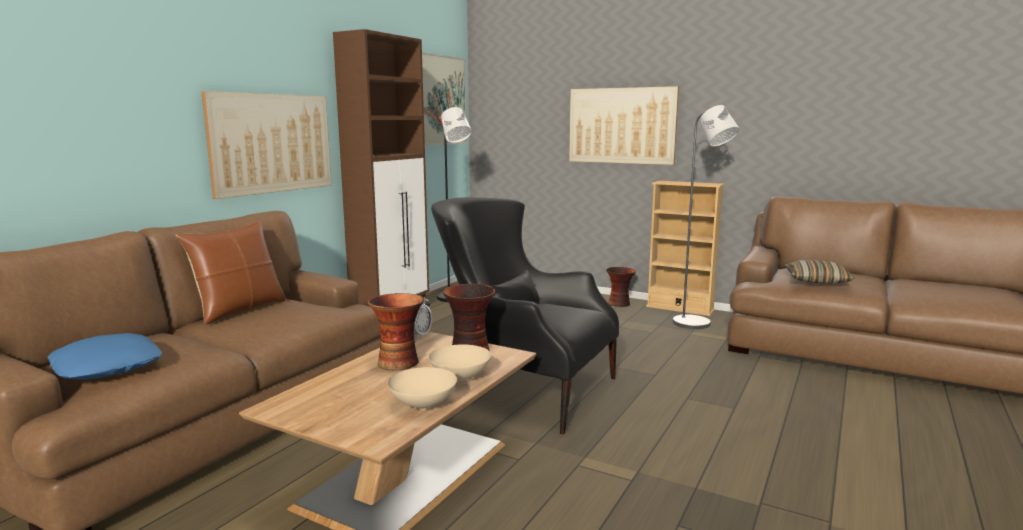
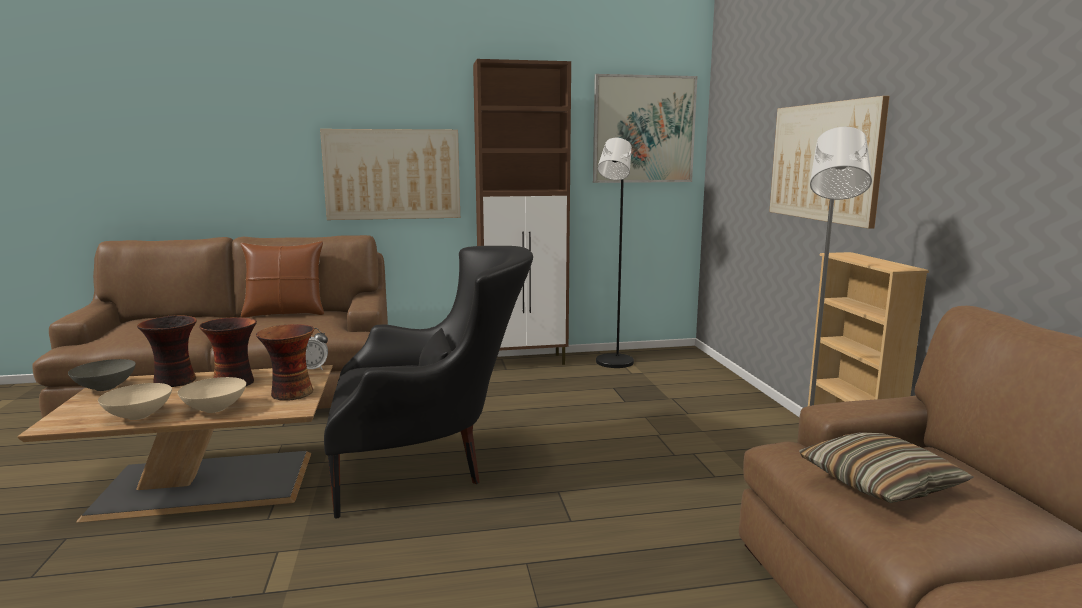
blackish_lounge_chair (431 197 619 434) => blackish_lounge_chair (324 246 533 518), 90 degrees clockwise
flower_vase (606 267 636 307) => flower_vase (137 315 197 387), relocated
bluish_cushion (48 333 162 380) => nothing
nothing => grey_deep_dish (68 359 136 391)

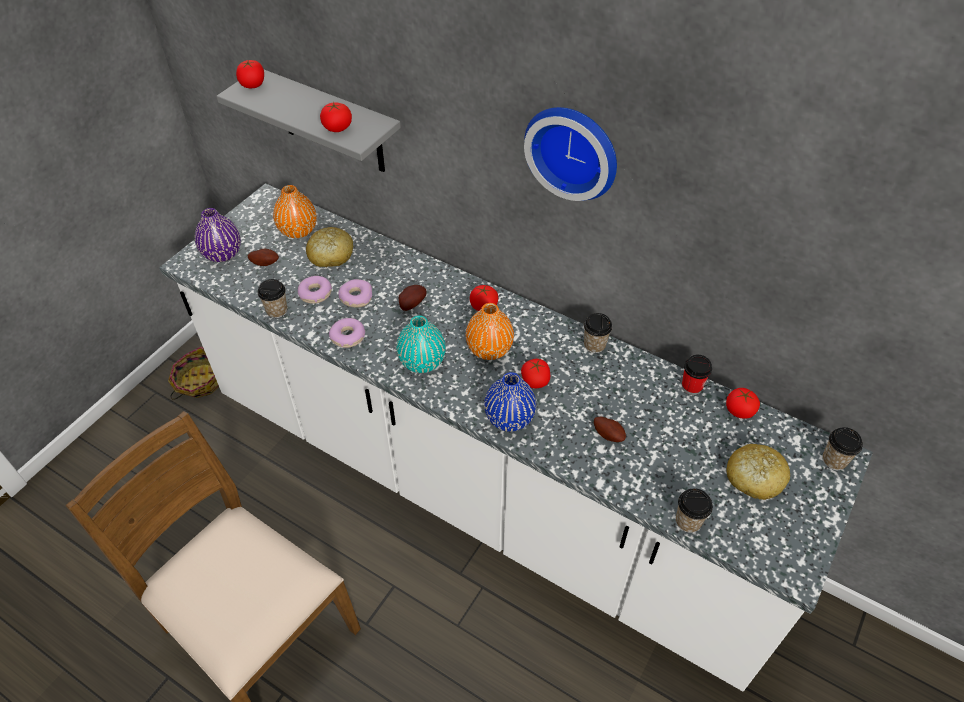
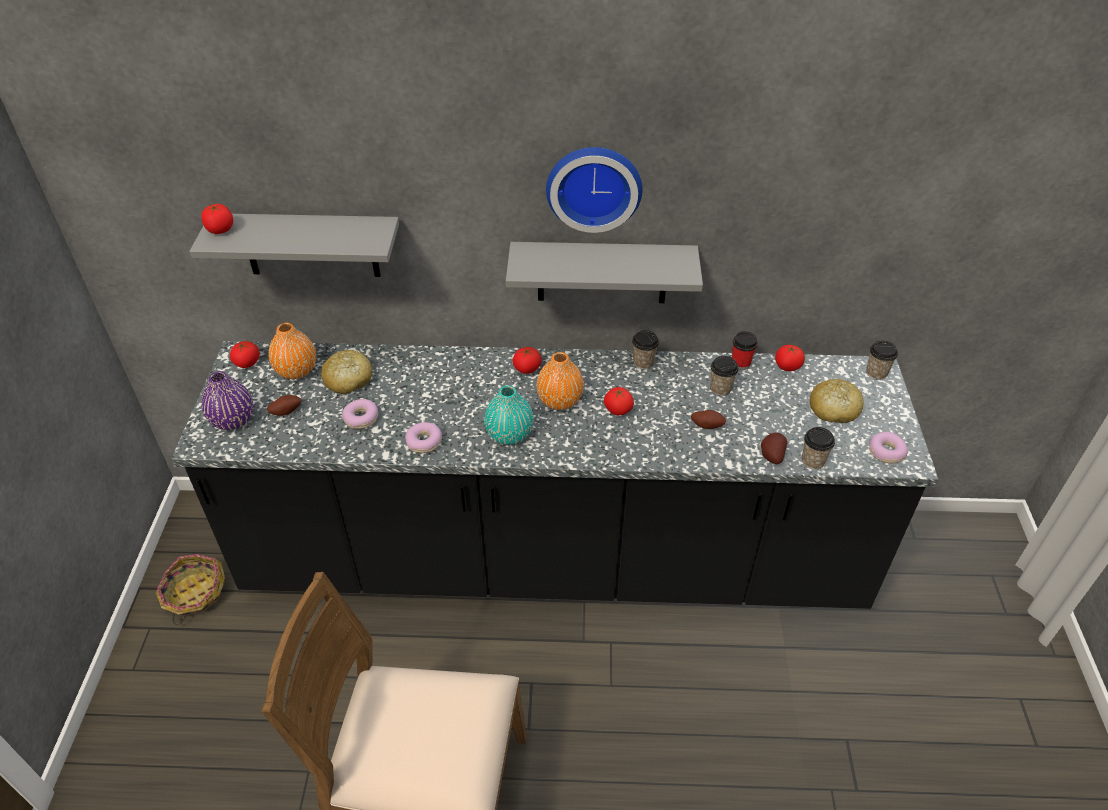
fresh_tomato (320 102 352 132) => fresh_tomato (230 341 260 368), relocated
white-coloured_counter (159 183 873 691) => blackish_counter (171 341 939 609)
cup (258 279 288 318) => cup (710 356 739 396), relocated
doughnut (338 279 372 307) => doughnut (869 432 908 463), relocated
whole_potato (399 285 427 311) => whole_potato (761 433 787 464), relocated
bluish_flower_vase (484 372 536 432) => nothing
nothing => grey_shelf (506 242 703 303)

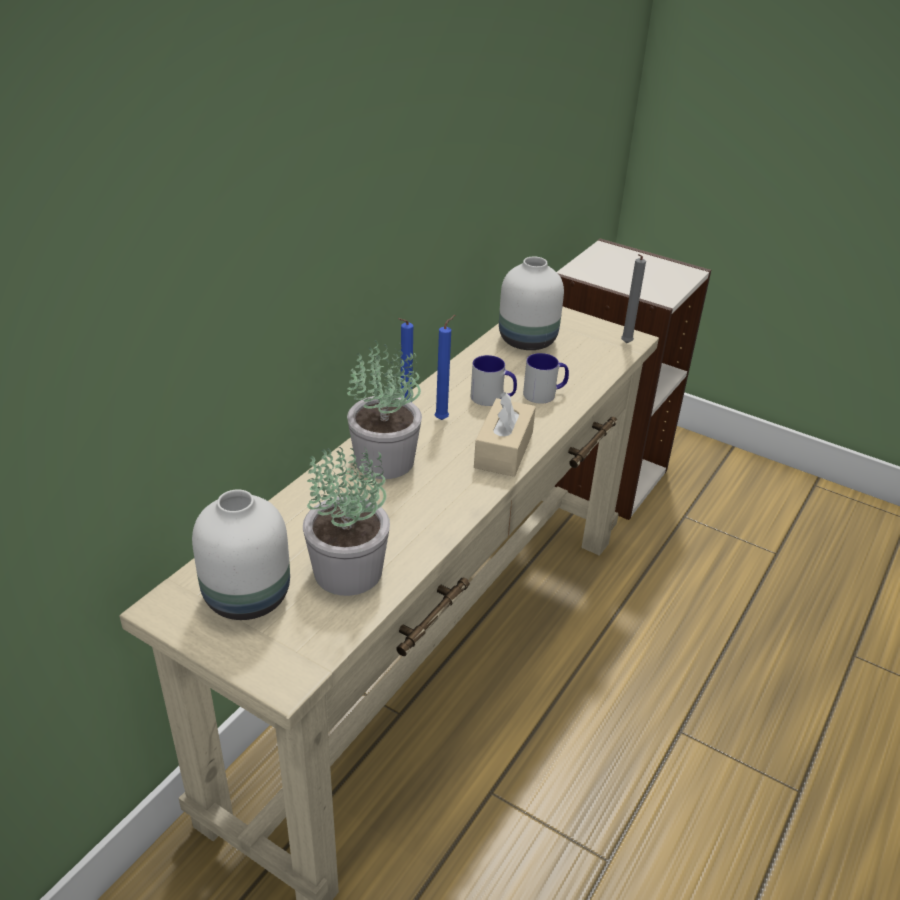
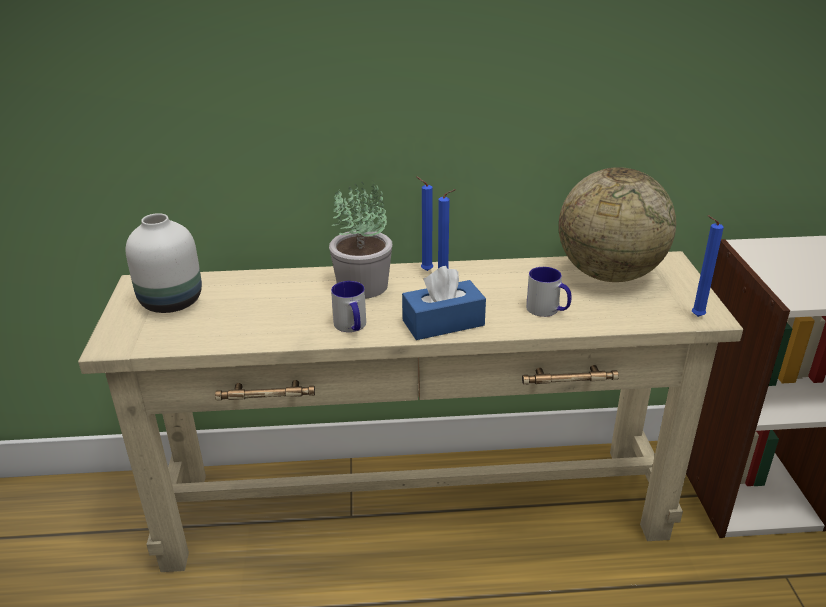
grey_wax_candle (621 254 646 343) => bluish_wax_candle (692 215 724 317)
white-coloured_flower_vase (499 257 564 350) => desk_globe (559 167 676 282)
tea_mug (471 355 517 406) => tea_mug (331 281 366 332), relocated
beige-coloured_tissue_holder (474 392 536 477) => bluish_tissue_holder (402 266 486 340)
potted_plant (303 446 390 596) => nothing

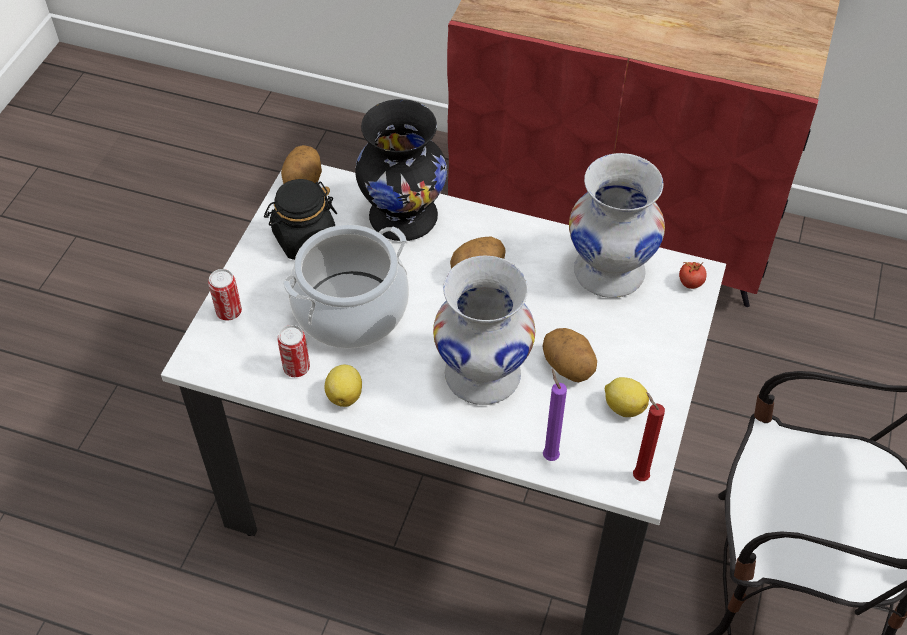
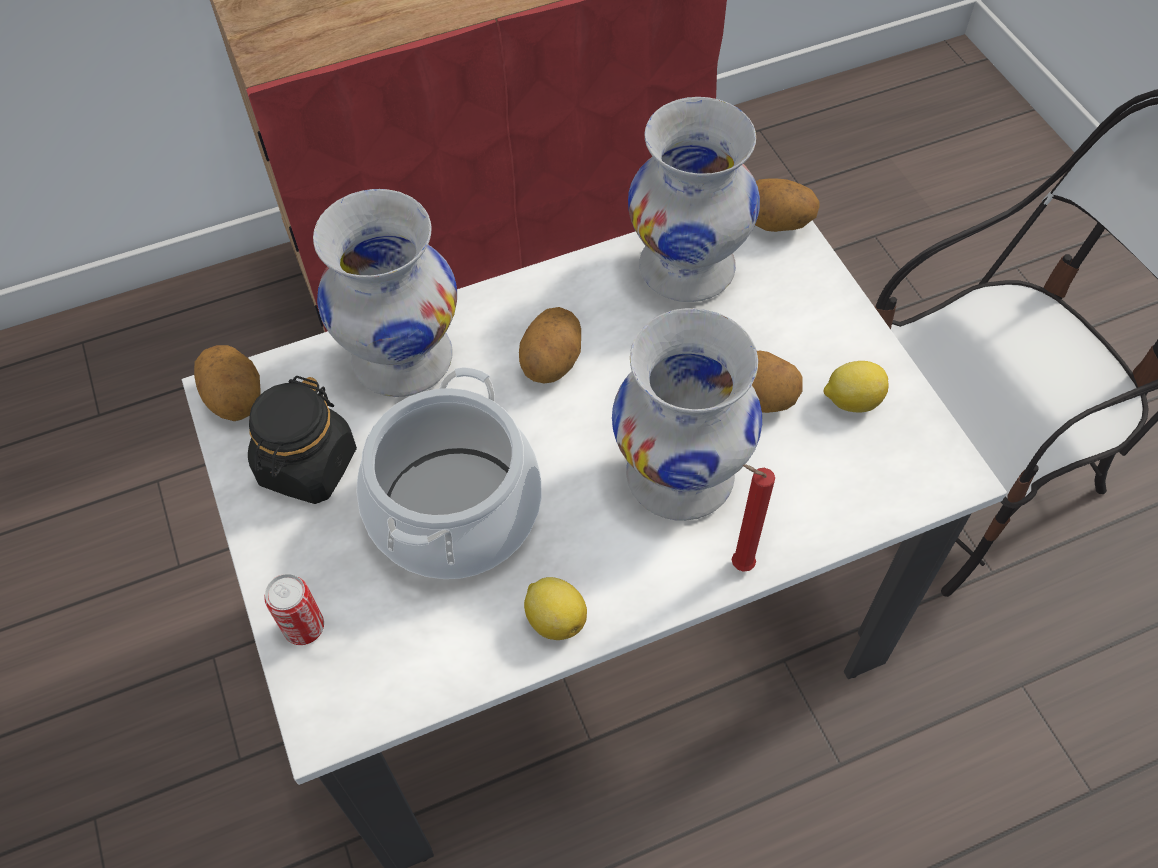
blackish_flower_vase (355 99 447 241) => white-coloured_flower_vase (313 189 457 397)
fresh_tomato (679 262 706 289) => whole_potato (755 179 820 232)
sealed_can (277 325 310 377) => nothing
purple-coloured_wax_candle (543 369 567 461) => nothing
reddish_wax_candle (633 392 665 481) => reddish_wax_candle (732 465 775 572), relocated

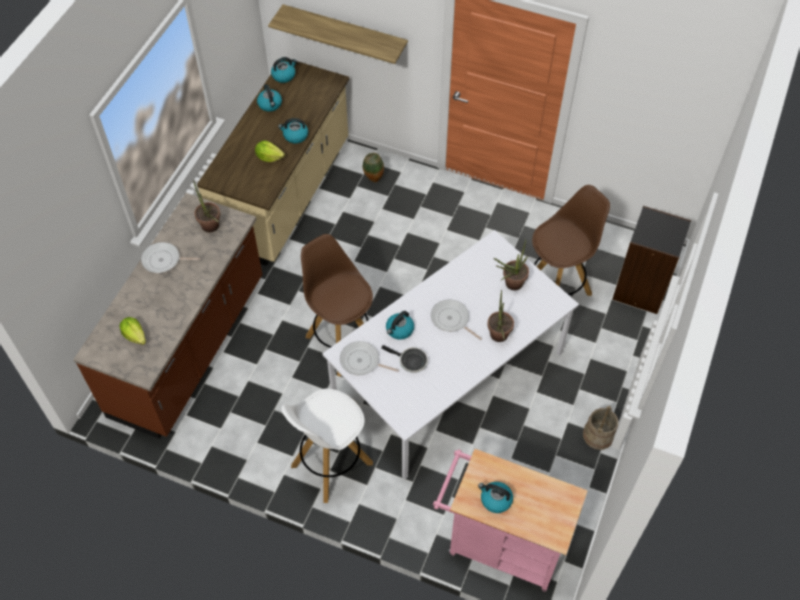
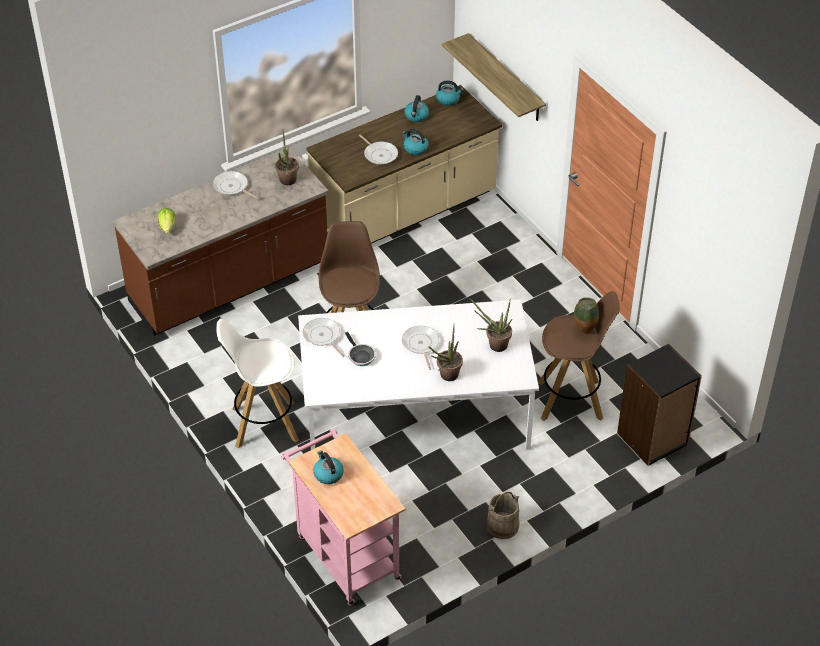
head_of_lettuce (255 140 285 162) => skillet (359 135 398 165)
flower_vase (363 153 384 182) => flower_vase (574 297 599 334), relocated
tea_kettle (386 311 414 340) => nothing

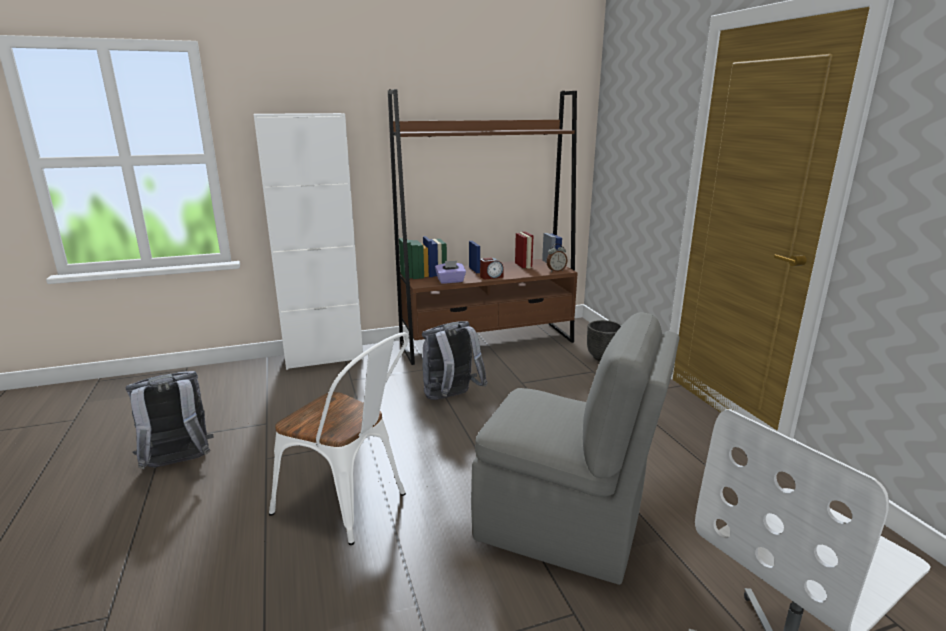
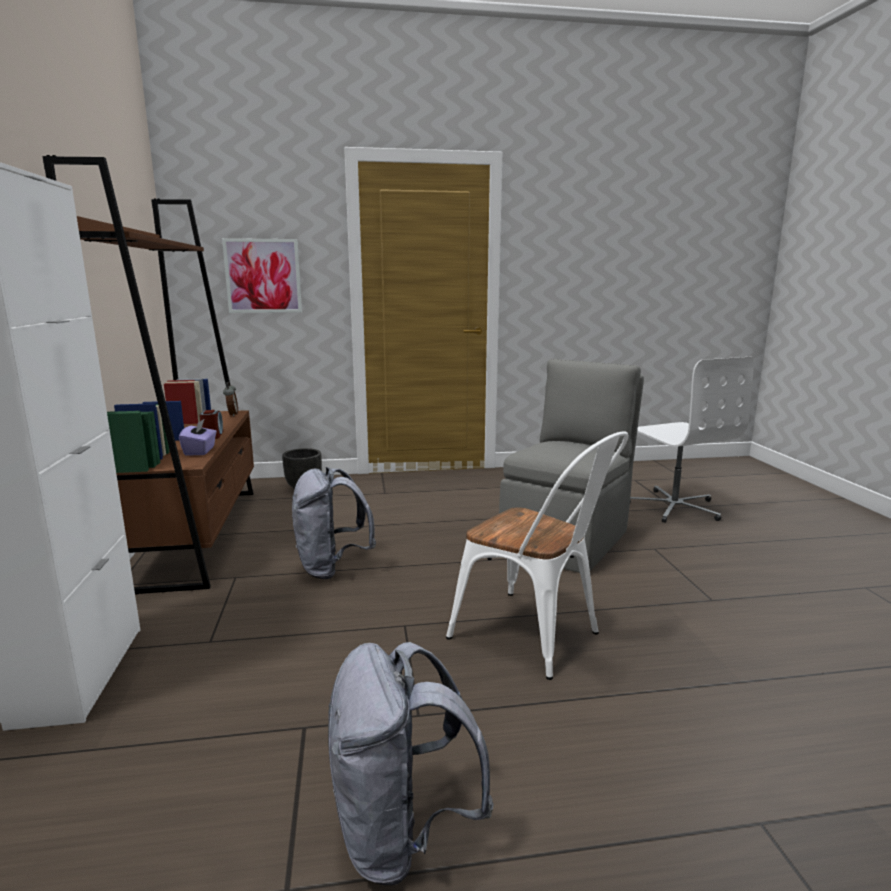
white-coloured_upright_chair (269 332 409 545) => white-coloured_upright_chair (446 431 629 680), 90 degrees clockwise
nothing => wall_art (222 238 302 313)

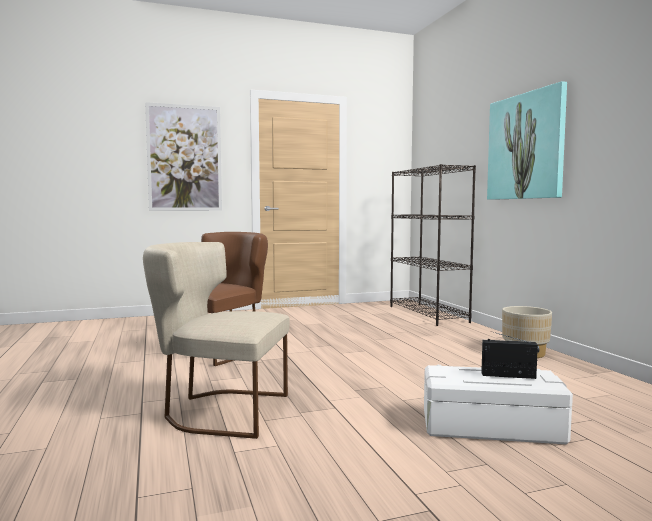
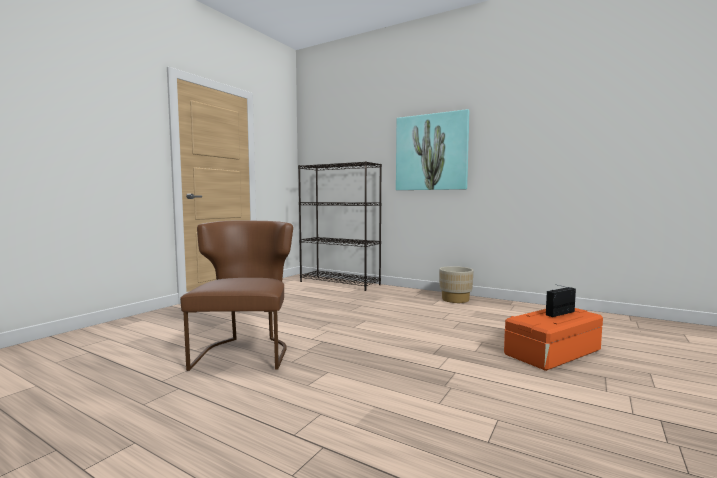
wall_art (145 102 222 211) => nothing
beige-coloured_upright_chair (143 242 290 439) => nothing
white-coloured_storage_bin (424 365 573 444) => orange-coloured_storage_bin (504 308 603 371)

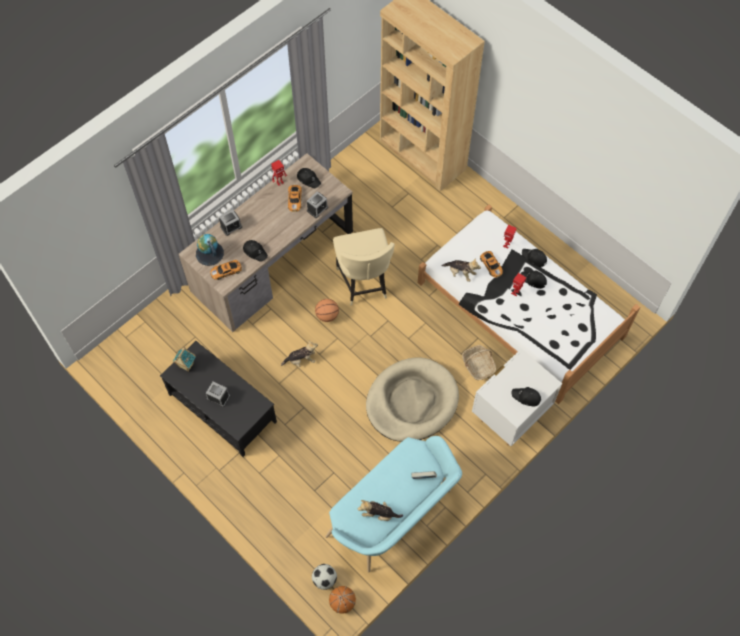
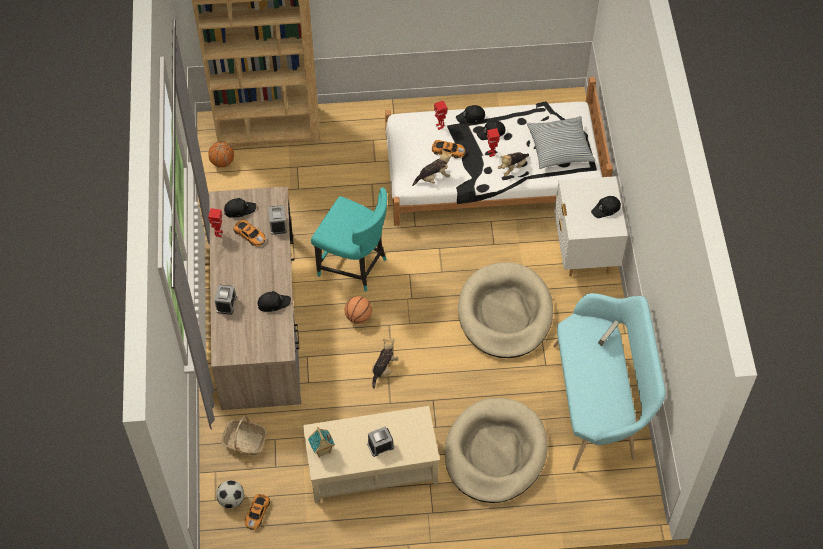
beige-coloured_upright_chair (333 228 395 306) => turquoise-coloured_upright_chair (311 187 387 291)
desk_globe (196 234 224 266) => nothing
miniature_car (210 260 242 280) => miniature_car (245 494 270 530), relocated
blackish_coffee_table (160 341 277 457) => beige-coloured_coffee_table (303 406 440 503)
storage_basket (462 345 496 380) => storage_basket (221 416 266 455), relocated
soft_toy (358 500 403 521) => soft_toy (498 152 529 177), relocated
ball_for_football (312 564 337 590) => ball_for_football (216 480 244 509), relocated
ball_for_basketball (329 586 356 614) => ball_for_basketball (208 142 234 167), relocated
nothing => cushion (527 116 596 169)
nothing => beige-coloured_pet_bed (445 398 548 503)

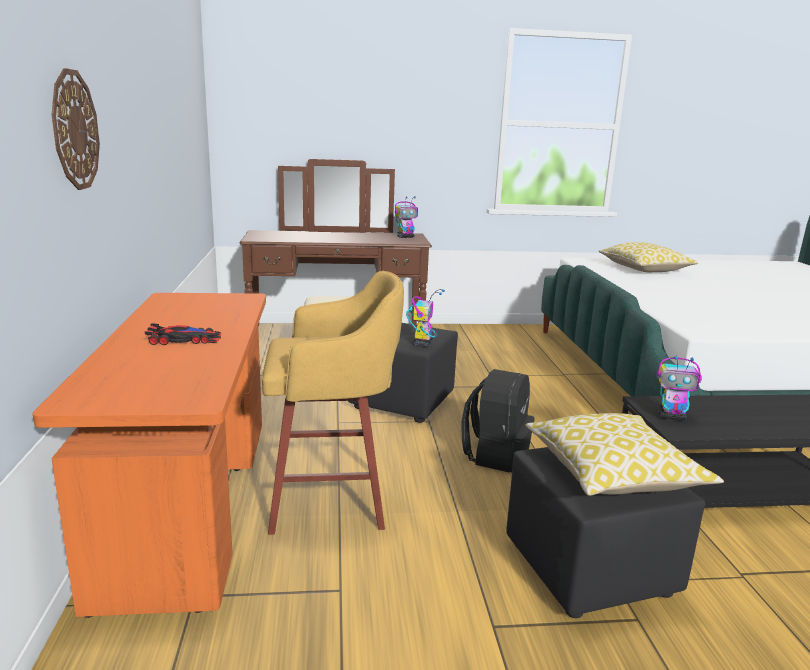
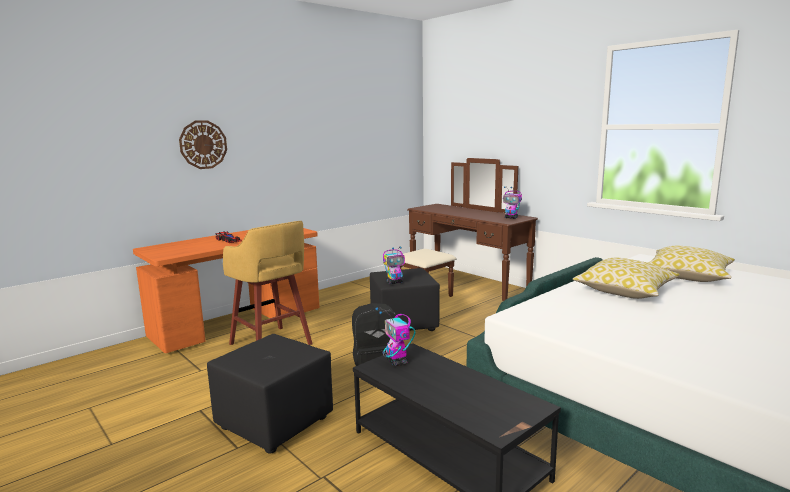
cushion (525 413 724 496) => cushion (572 258 680 299), relocated

